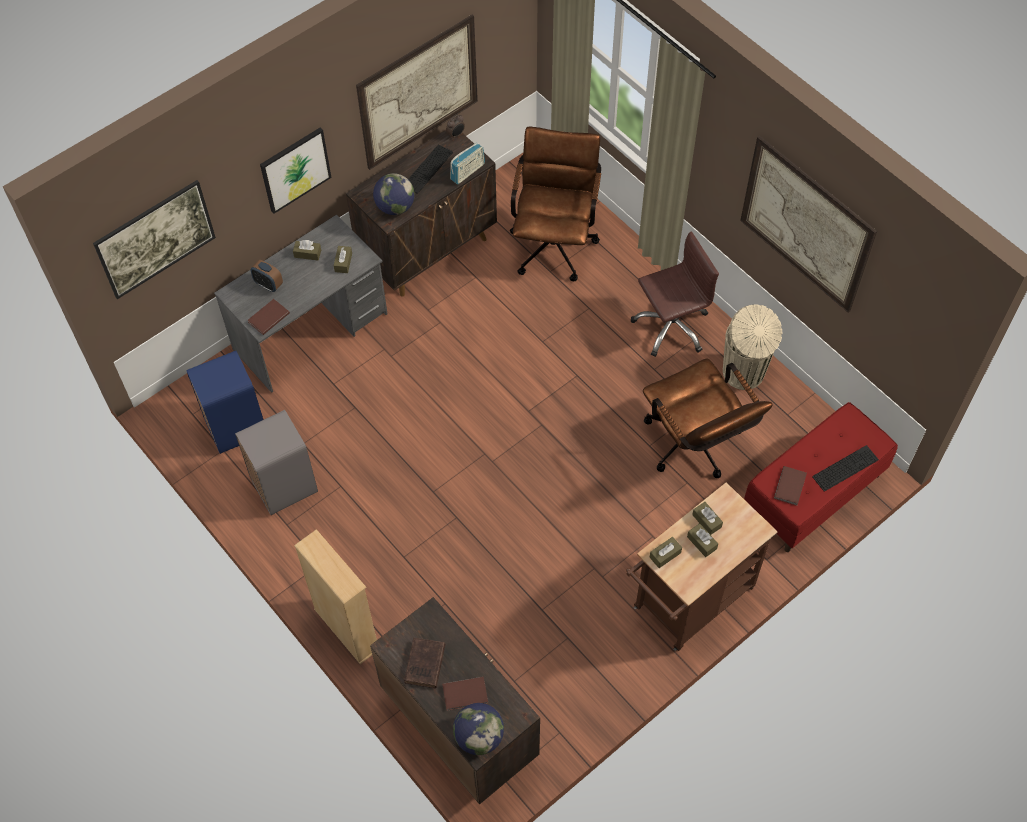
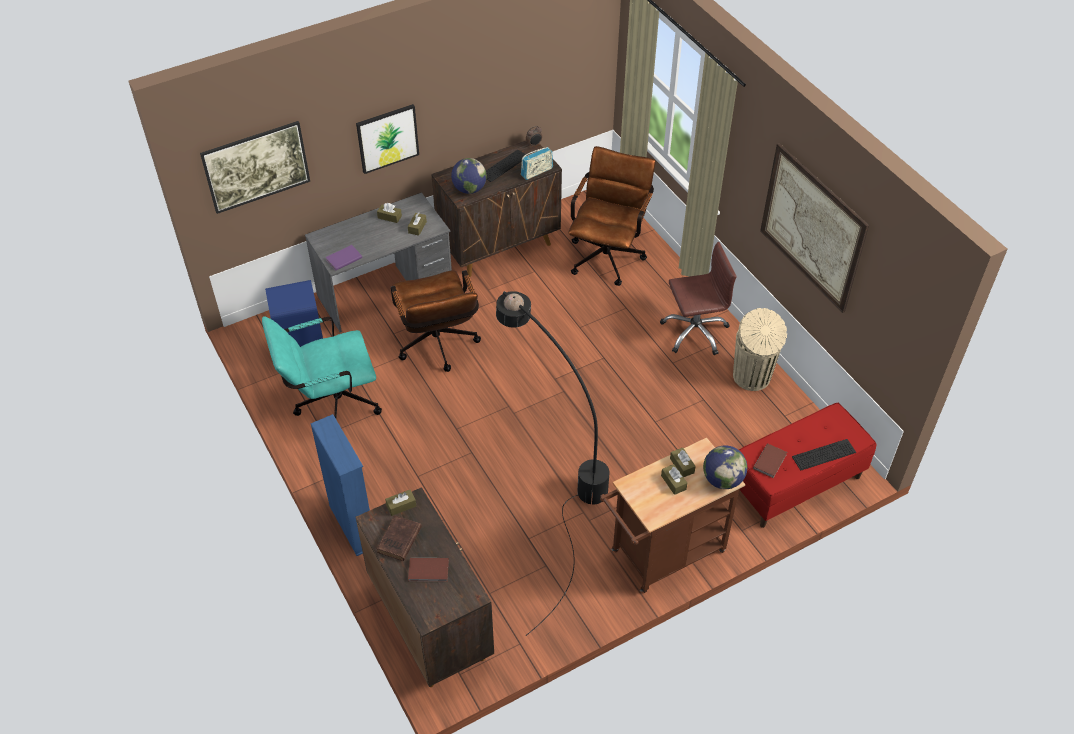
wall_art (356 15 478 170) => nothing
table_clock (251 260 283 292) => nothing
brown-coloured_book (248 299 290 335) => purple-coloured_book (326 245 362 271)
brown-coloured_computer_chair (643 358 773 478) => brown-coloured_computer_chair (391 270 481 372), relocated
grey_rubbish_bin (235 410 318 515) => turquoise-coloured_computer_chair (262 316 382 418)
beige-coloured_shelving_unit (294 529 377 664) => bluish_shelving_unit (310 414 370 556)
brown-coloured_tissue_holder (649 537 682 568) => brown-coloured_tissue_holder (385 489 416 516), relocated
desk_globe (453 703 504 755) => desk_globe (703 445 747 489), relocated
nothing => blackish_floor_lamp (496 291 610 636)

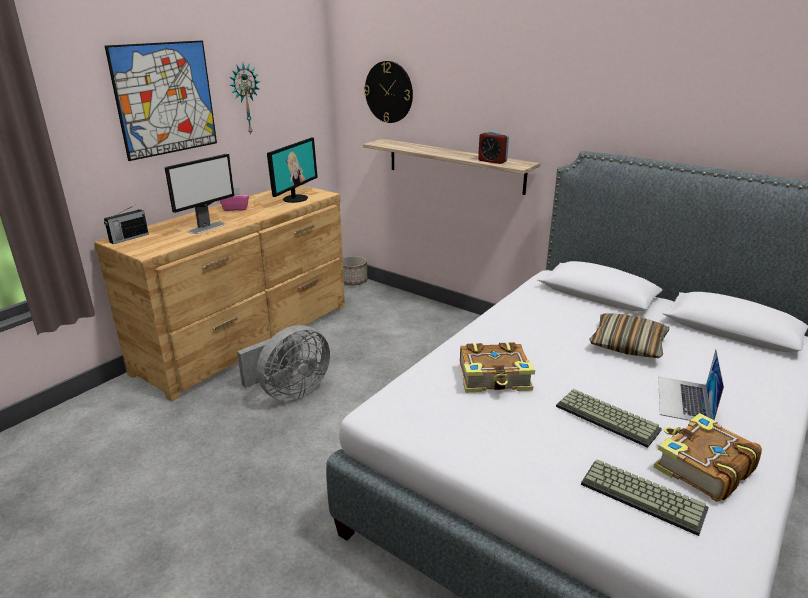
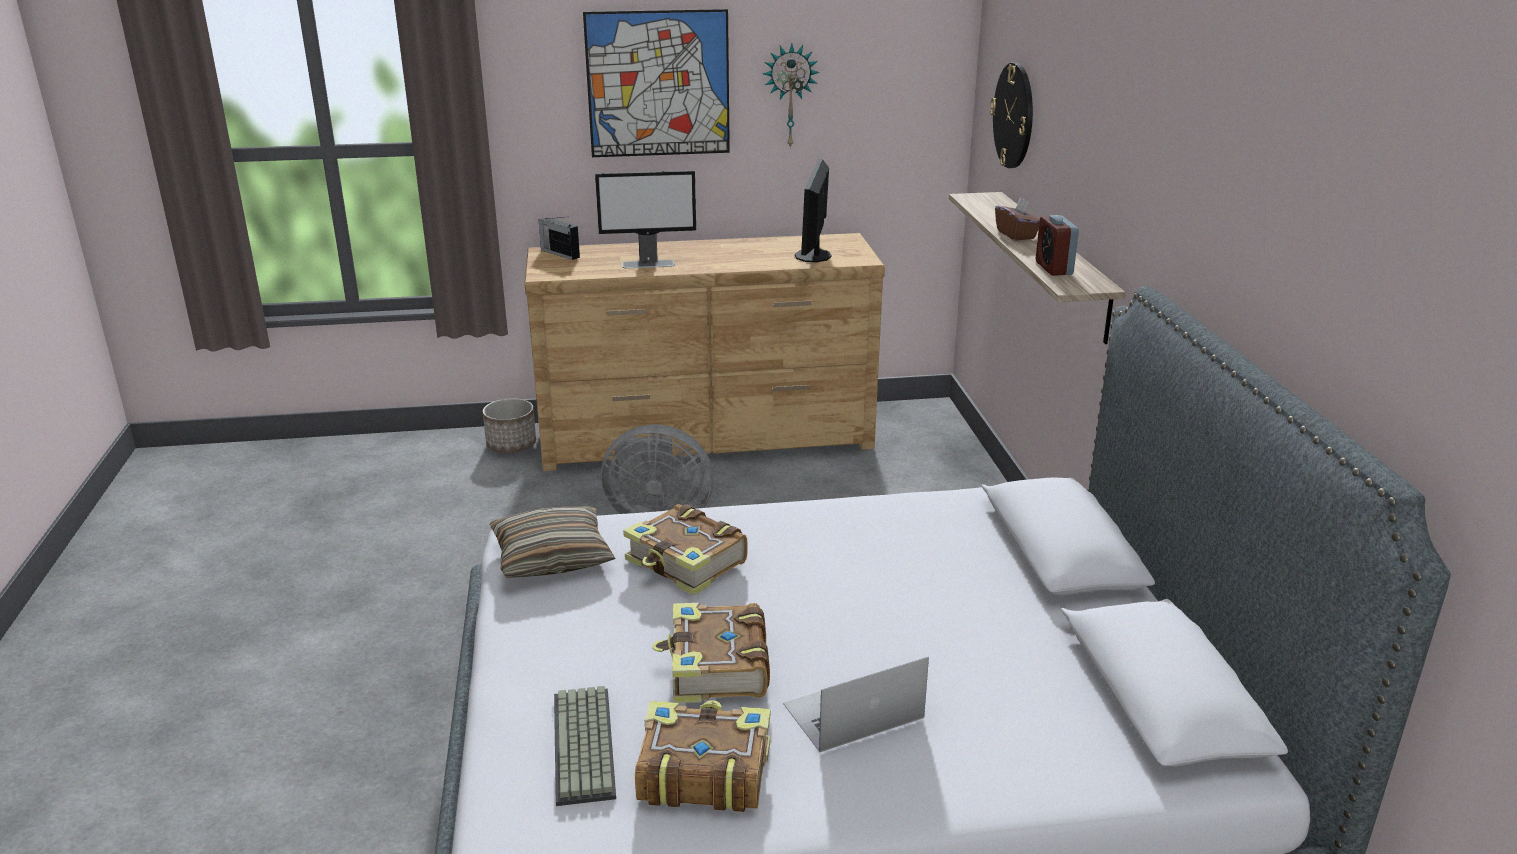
computer_display (267 137 318 203) => computer_display (795 159 832 262), 120 degrees clockwise
pink-coloured_tissue_holder (220 187 249 211) => nothing
radio_receiver (104 206 149 244) => radio_receiver (538 217 580 260), 45 degrees clockwise
planter (343 256 367 285) => planter (483 398 536 453), relocated
cushion (589 314 669 358) => cushion (489 506 615 578), relocated
keyboard (556 389 662 448) => book (652 603 770 703)
nothing => brown-coloured_tissue_holder (995 197 1040 241)

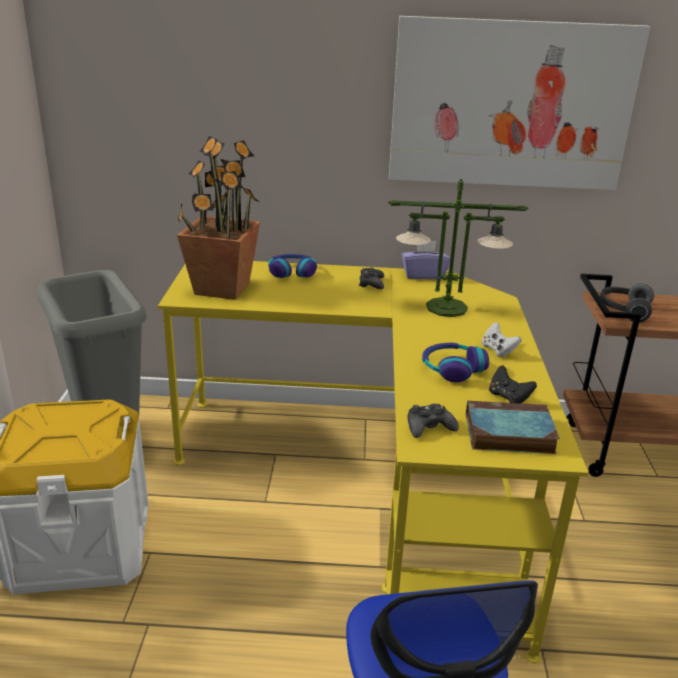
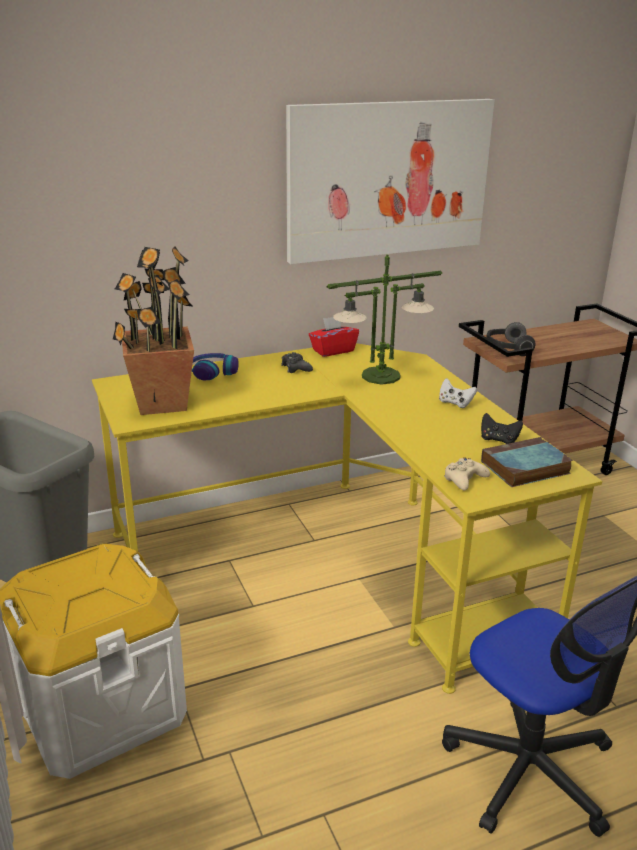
purple-coloured_tissue_holder (401 241 451 280) => reddish_tissue_holder (309 317 359 357)
headset (422 343 489 383) => nothing
blackish_joypad (407 403 459 438) => beige-coloured_joypad (444 457 490 491)

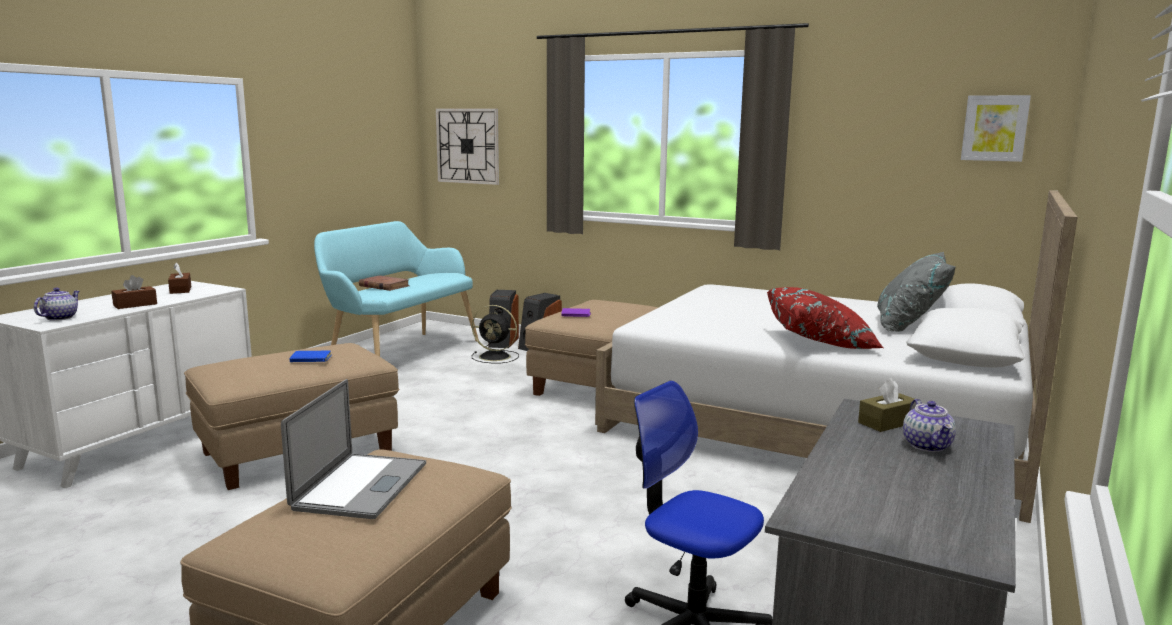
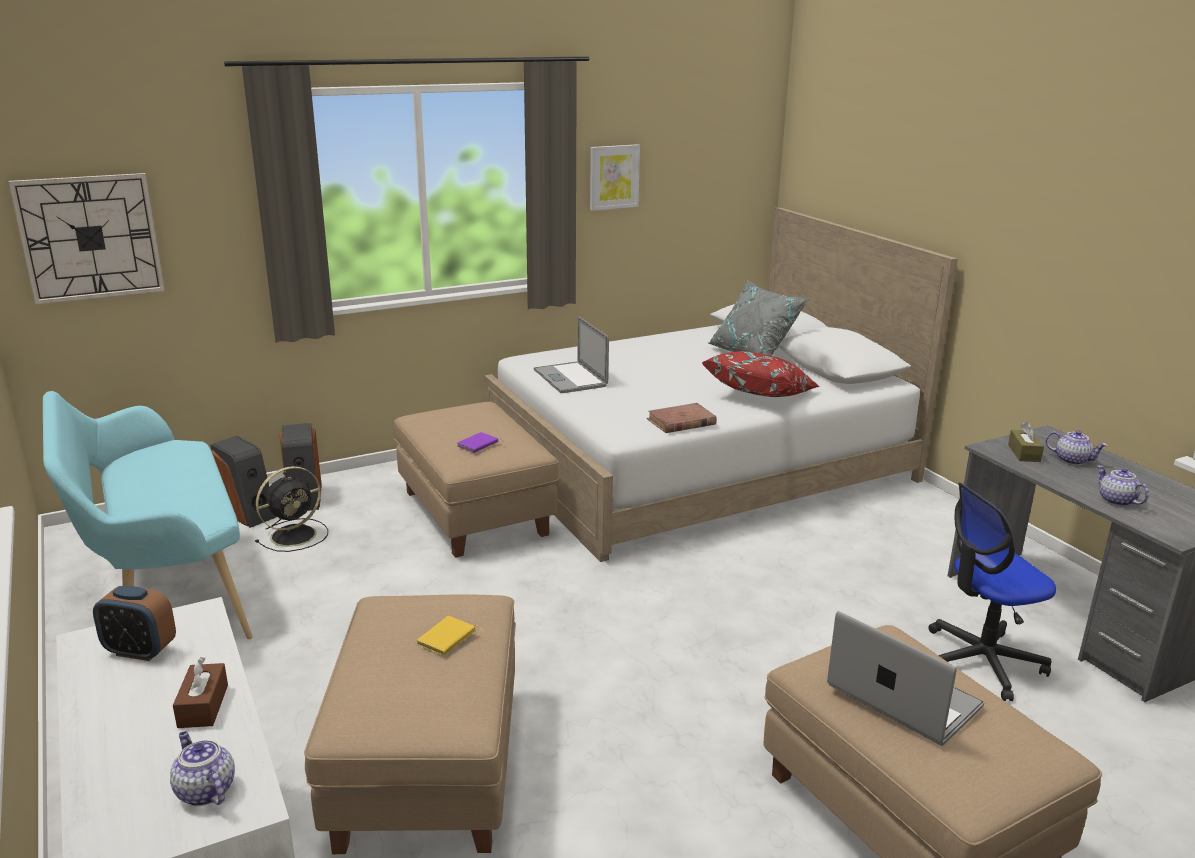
wall_art (961 95 1031 162) => wall_art (590 144 640 211), relocated
brown-coloured_tissue_holder (168 263 191 294) => table_clock (93 586 176 661)
brown-coloured_book (359 275 410 291) => brown-coloured_book (647 403 717 433), relocated
bluish_book (289 350 332 362) => yellow_book (417 616 483 656)
nothing => laptop (534 316 609 393)
nothing => pot_for_tea (1097 465 1149 506)

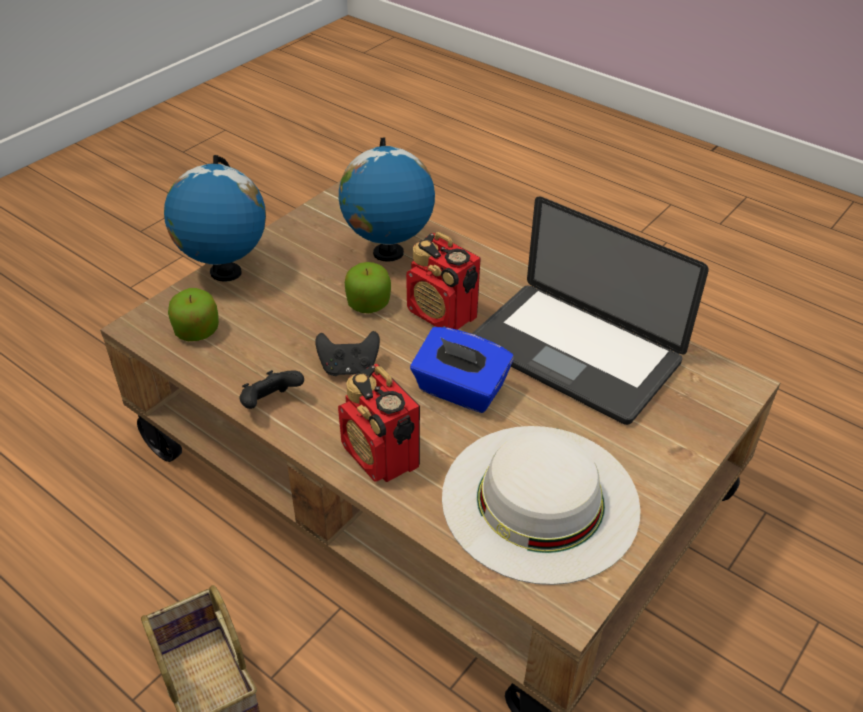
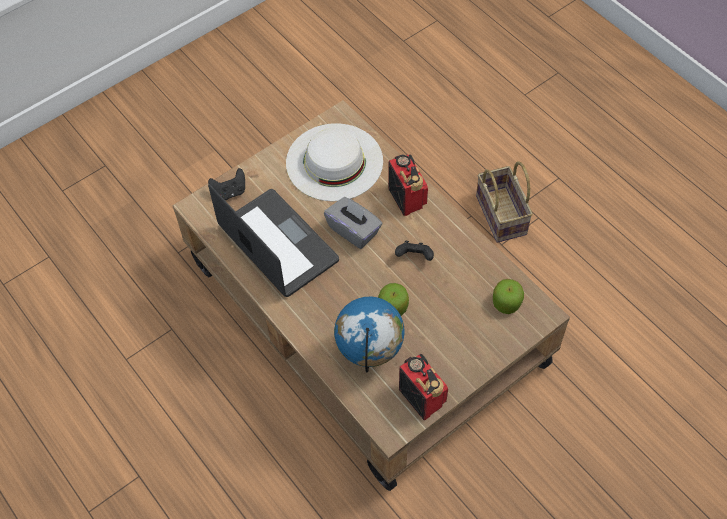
desk_globe (164 155 266 282) => nothing
radio_receiver (406 232 481 330) => radio_receiver (399 354 448 420), relocated
bluish_tissue_holder (410 327 514 413) => grey_tissue_holder (324 197 382 249)
blackish_joypad (239 370 304 409) => blackish_joypad (208 168 245 200), relocated

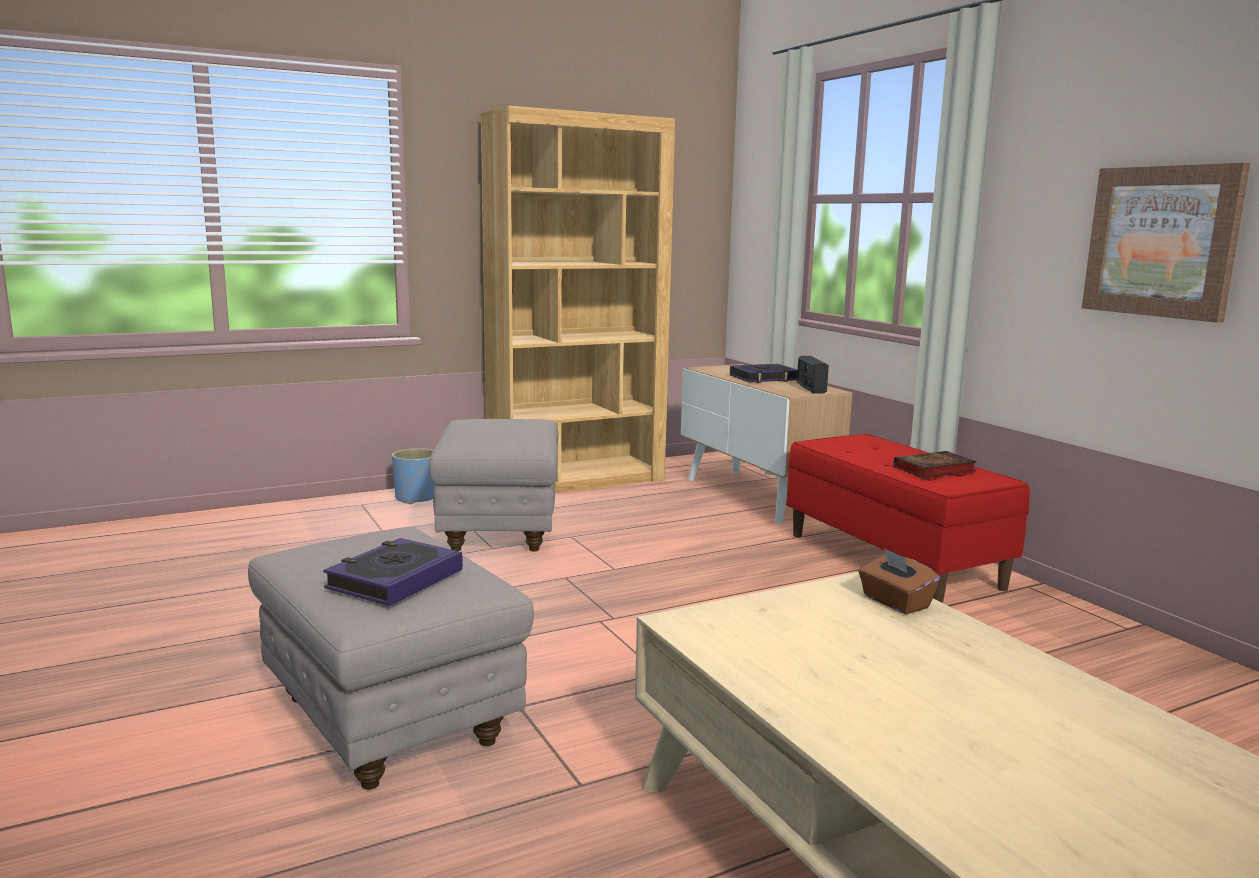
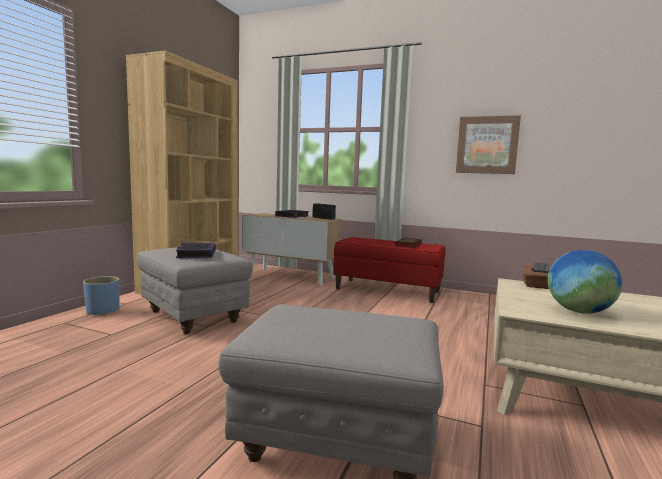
book (323 538 463 606) => book (176 243 215 258), relocated
nothing => desk_globe (548 250 623 314)

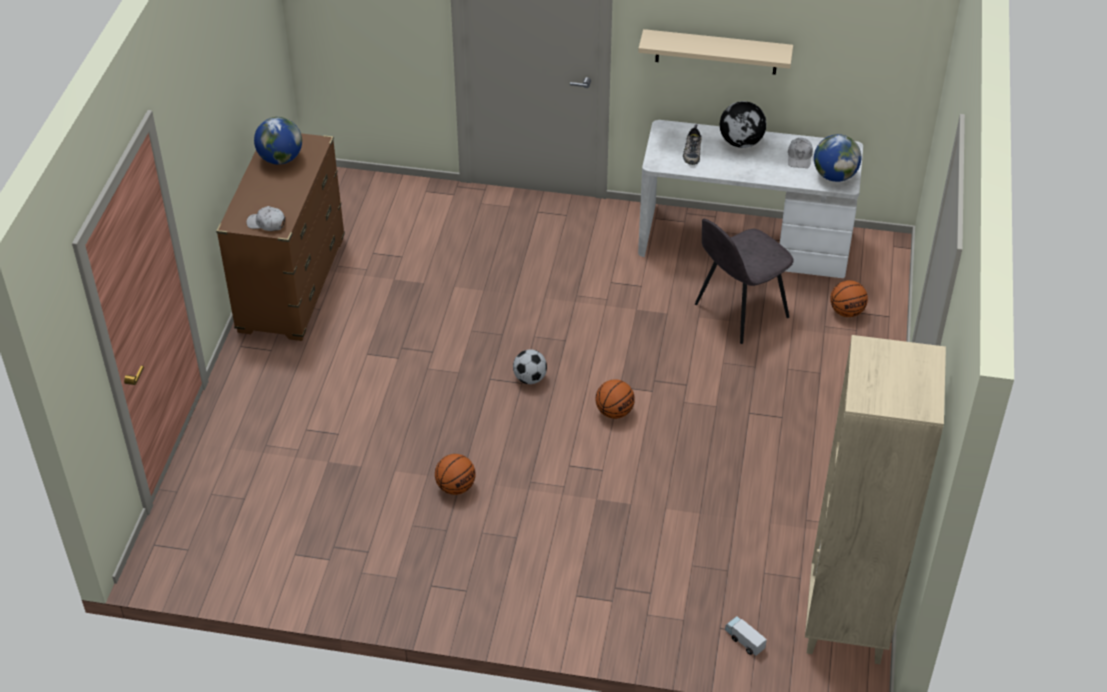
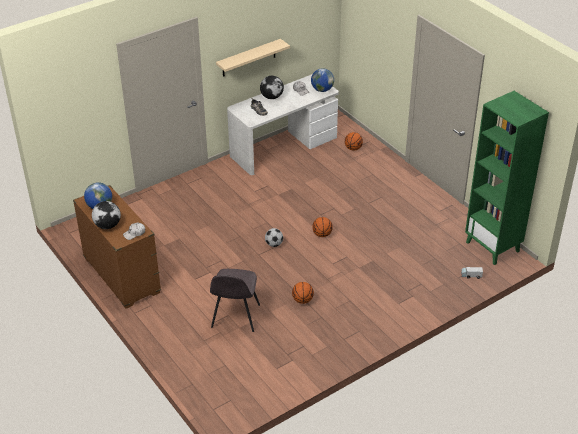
grey_upright_chair (695 219 794 344) => grey_upright_chair (210 269 260 332), relocated
beige-coloured_shelving_unit (805 335 946 664) => green_shelving_unit (465 91 549 265)
nothing => desk_globe (92 201 121 229)

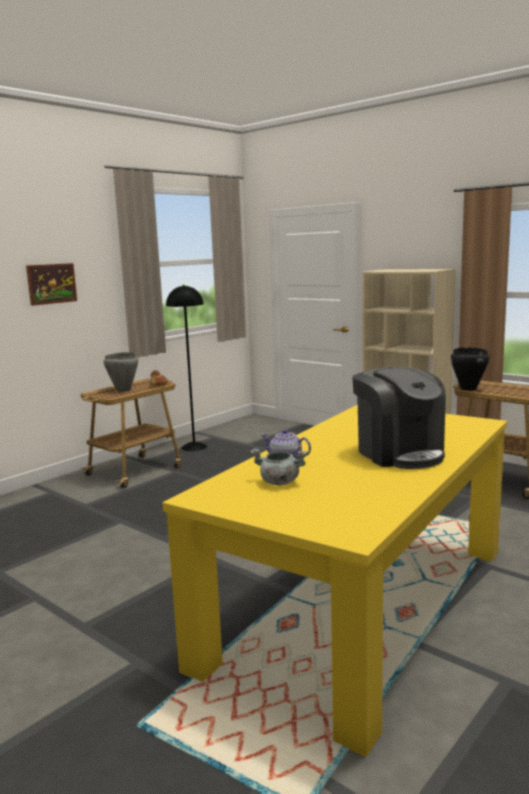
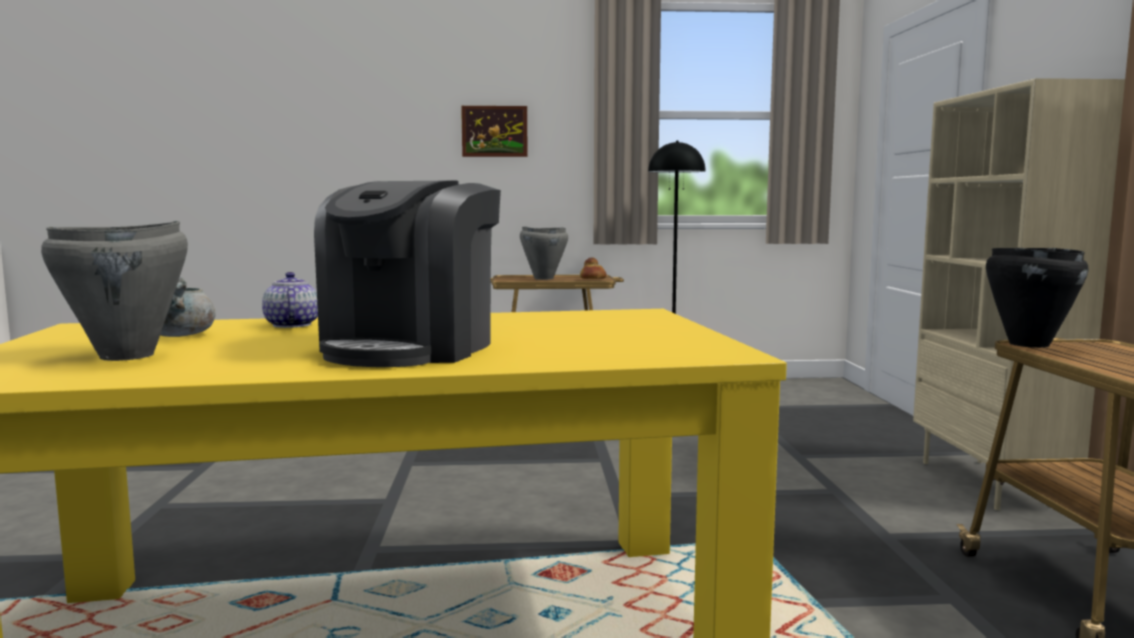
nothing => grey_saucepot (41 221 188 361)

